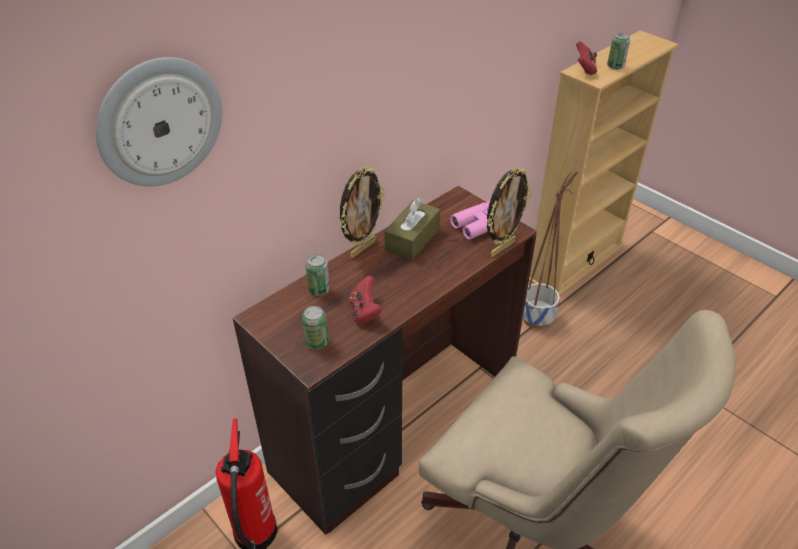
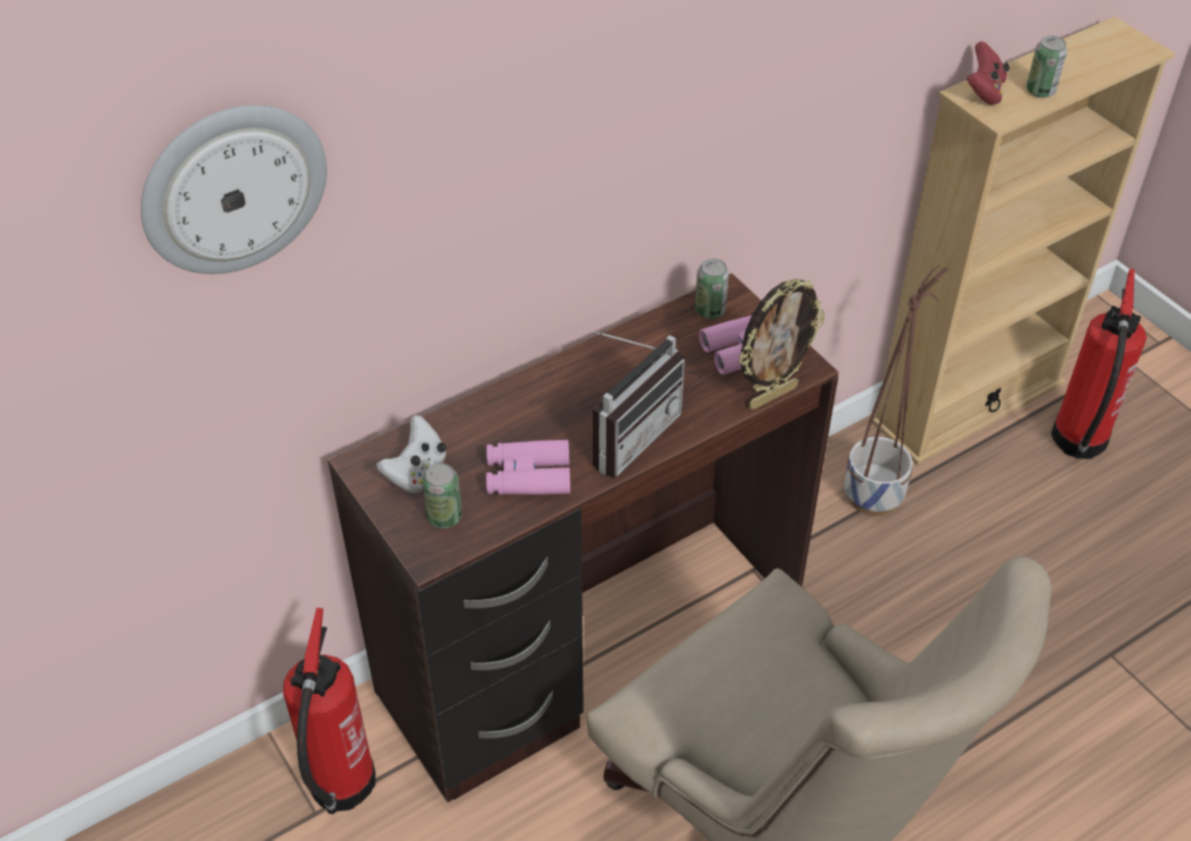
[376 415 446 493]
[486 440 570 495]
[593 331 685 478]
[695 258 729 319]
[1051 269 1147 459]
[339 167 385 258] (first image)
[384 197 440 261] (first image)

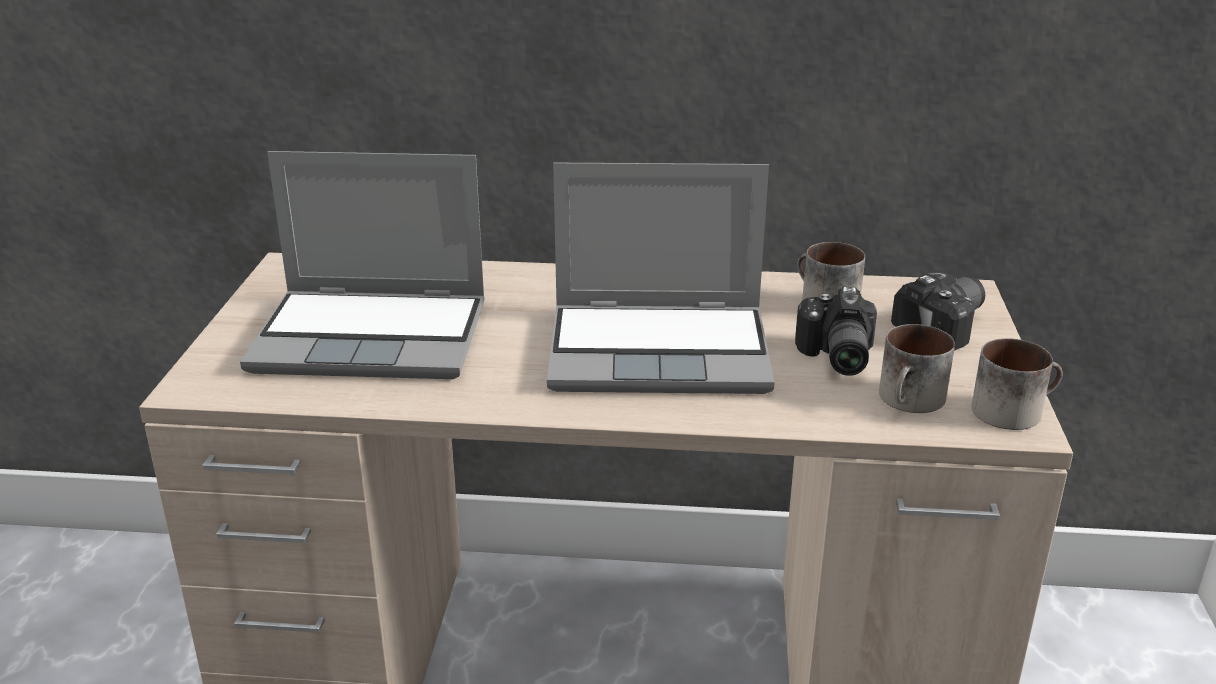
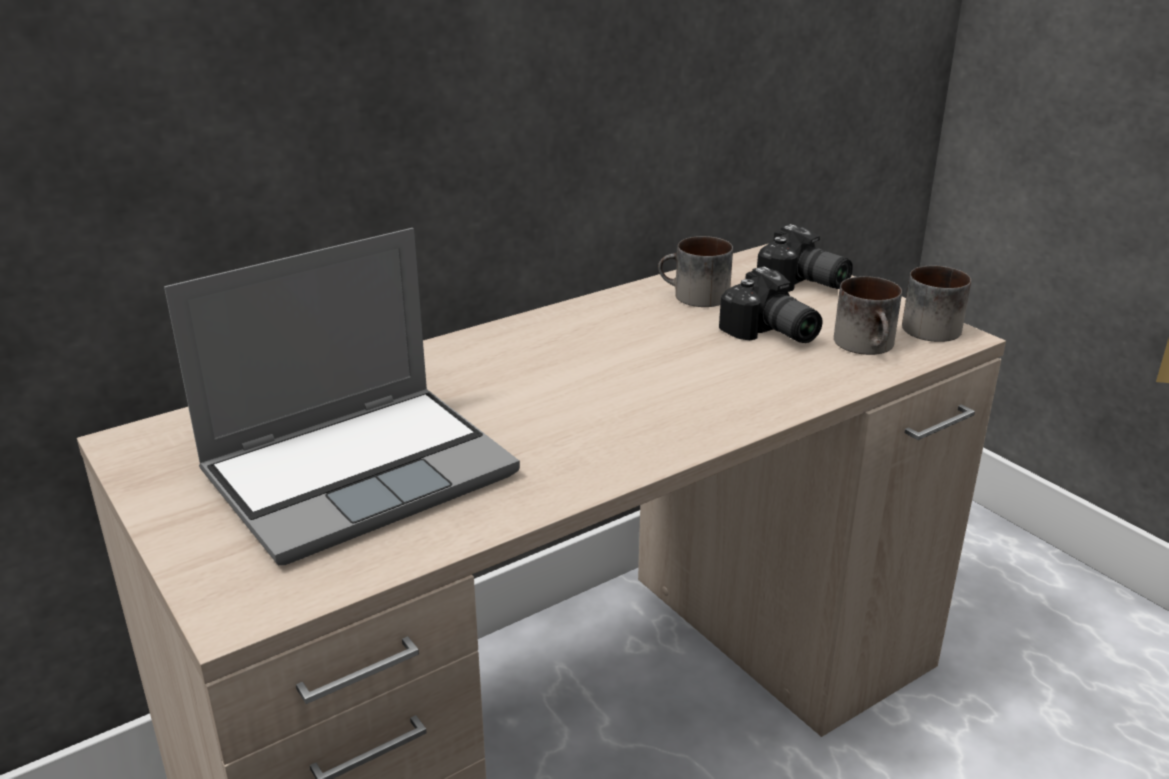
[757 224 853 292]
[547 163 775 394] (first image)

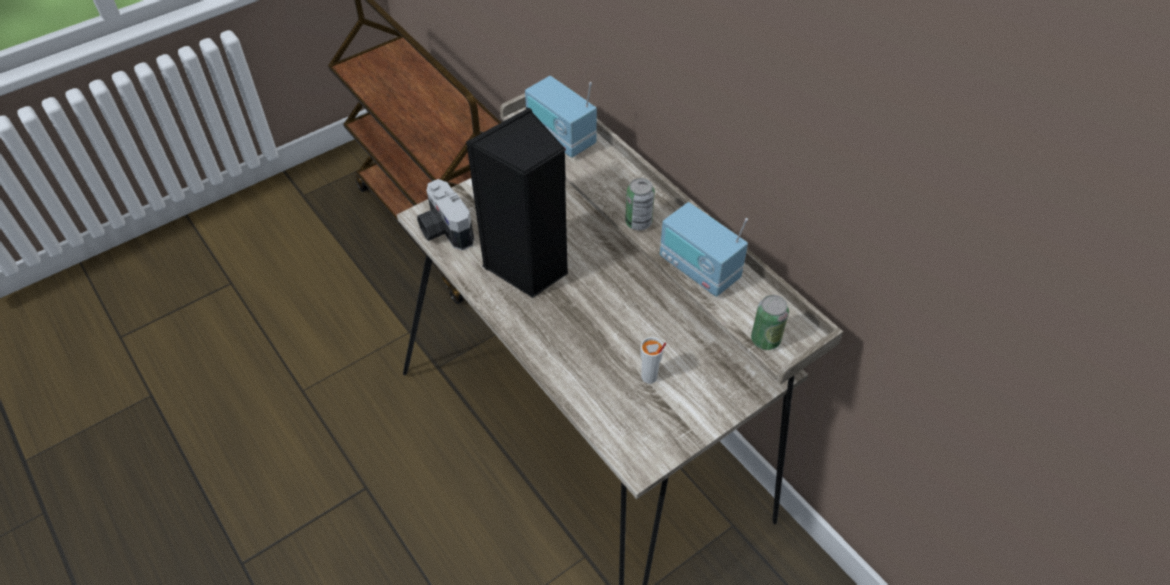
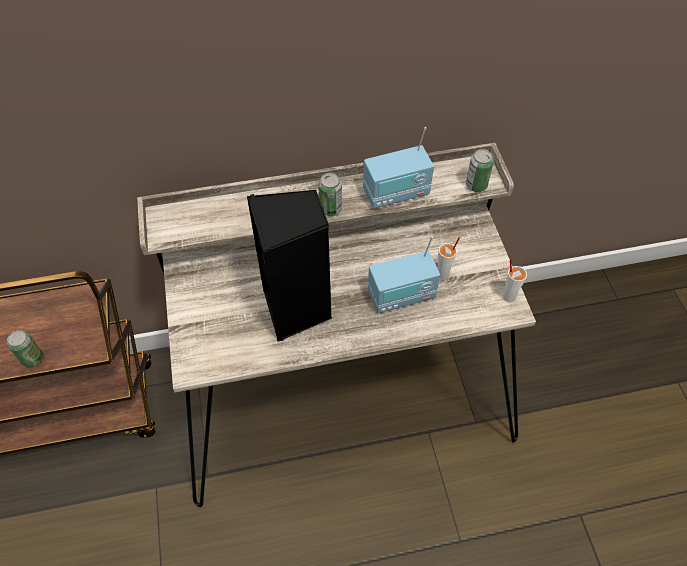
[7 330 43 367]
[368 236 440 313]
[503 259 527 303]
[417 179 474 251] (first image)

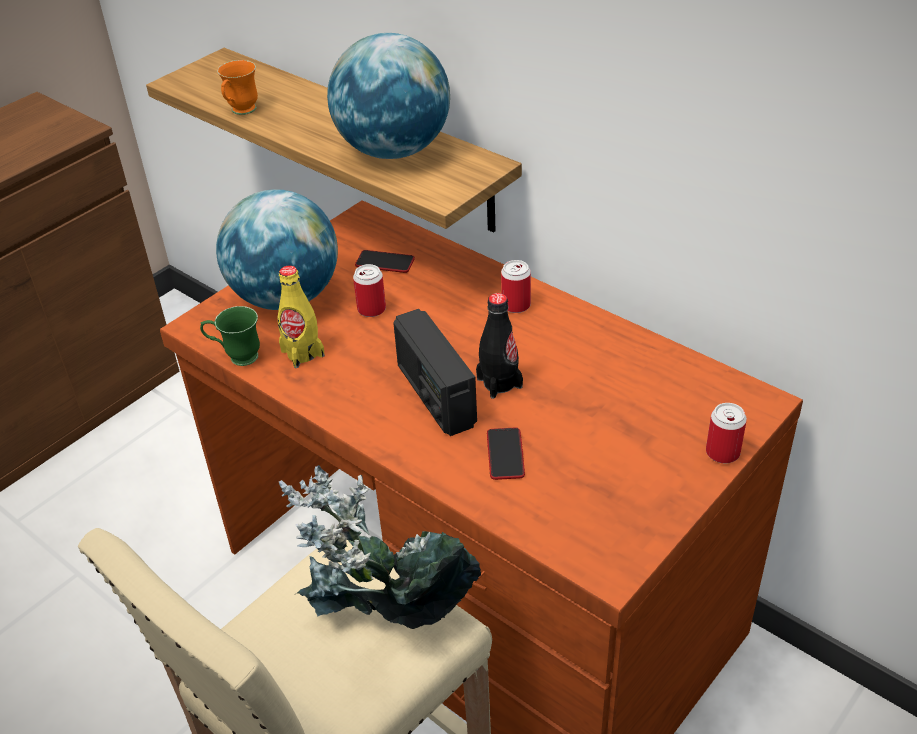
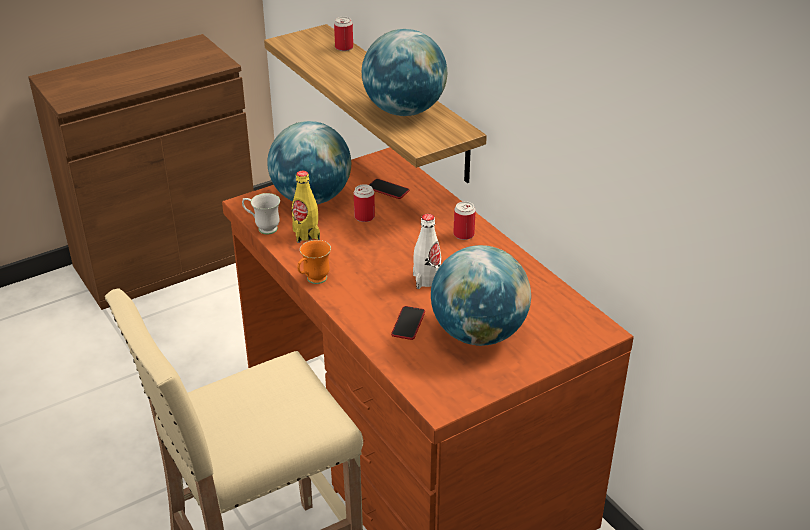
[242 193 280 235]
[297 240 331 284]
[334 17 353 51]
[413 214 441 289]
[431 245 531 346]
[279 465 481 629] (first image)
[393 309 477 436] (first image)

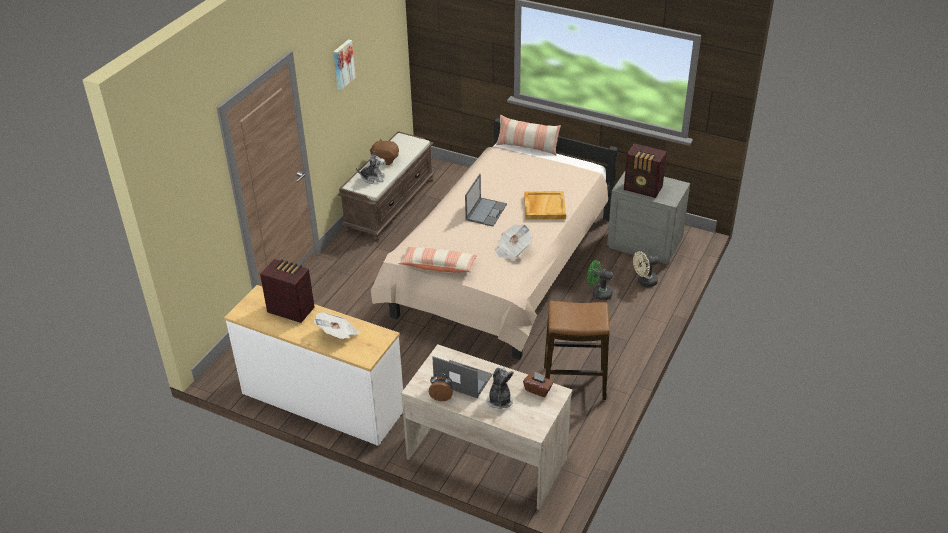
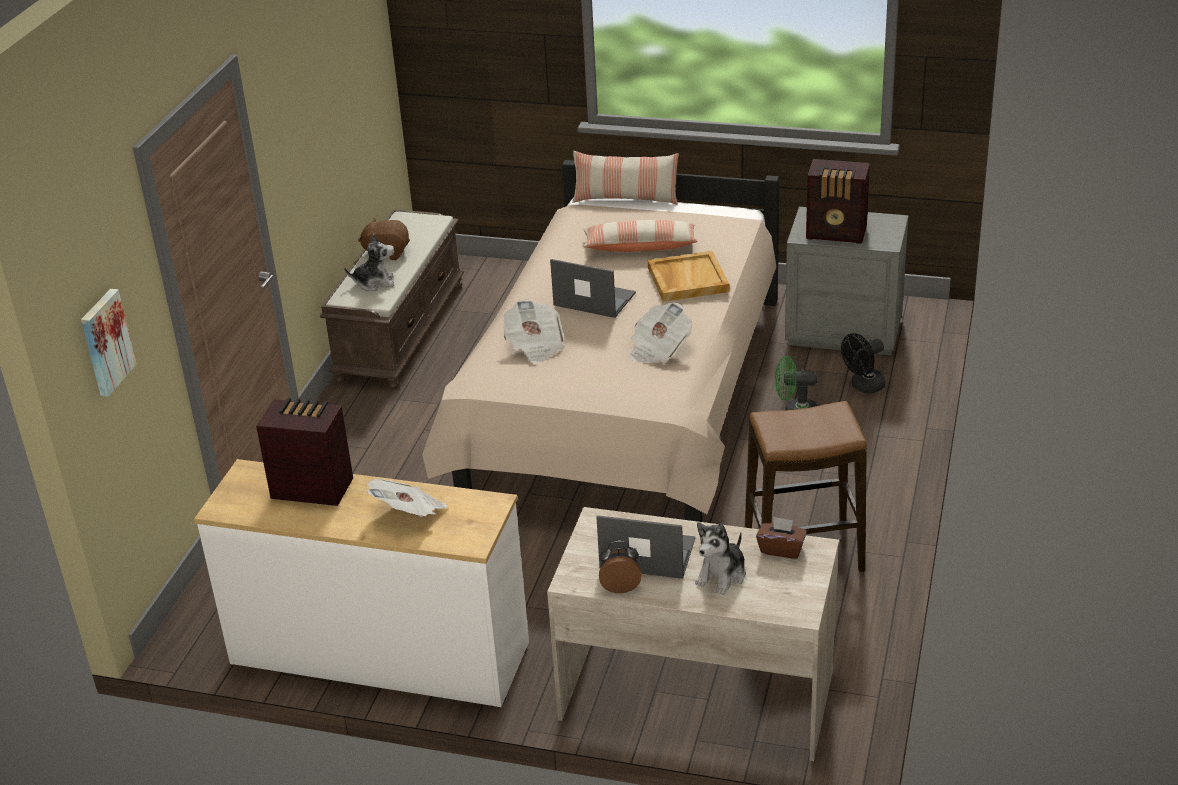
[81 289 137 397]
[503 299 565 364]
[550 259 636 318]
[584 220 698 252]
[695 522 746 595]
[841 333 886 393]

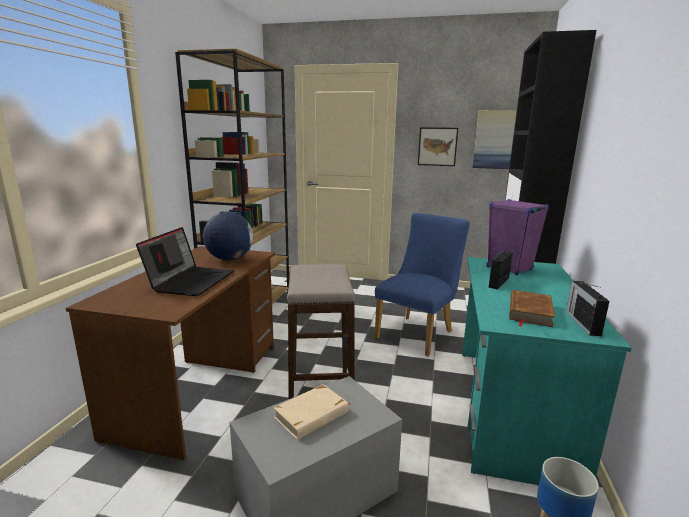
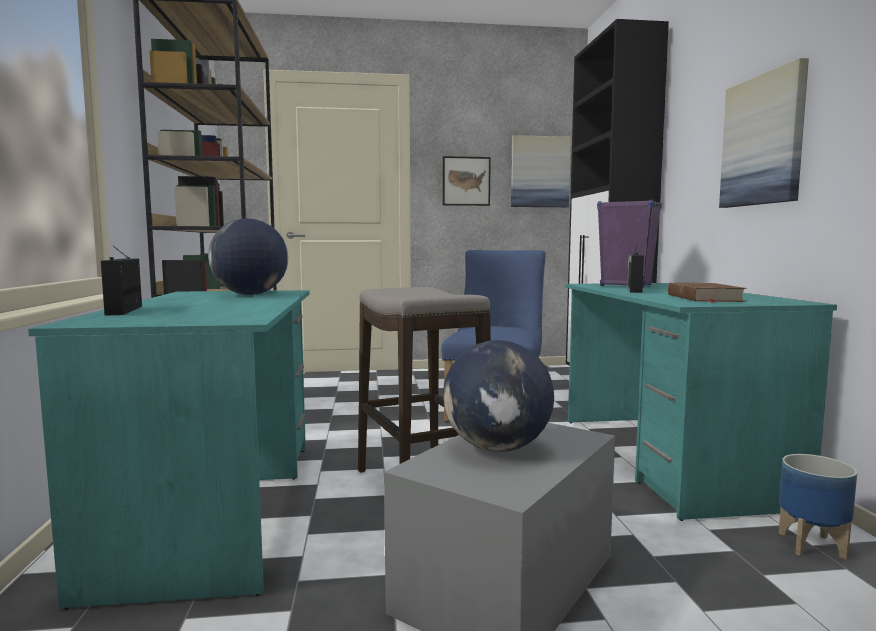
[28 290 309 609]
[101 244 142 316]
[443 340 554 452]
[719 58 809 208]
[136 227 234 296] (first image)

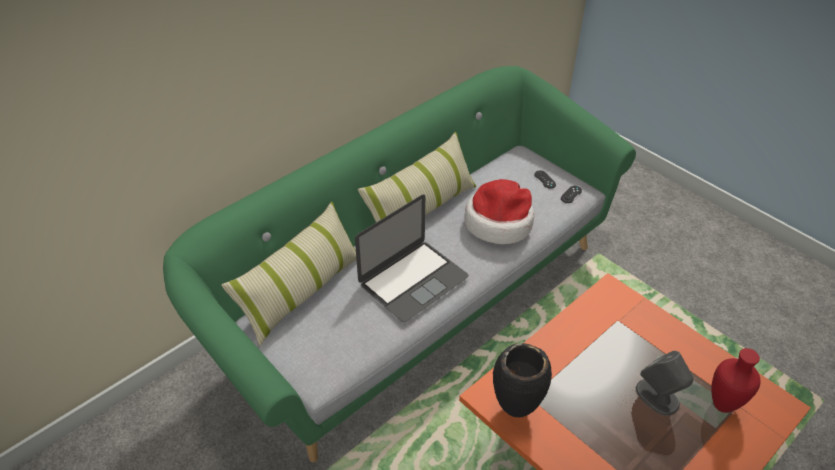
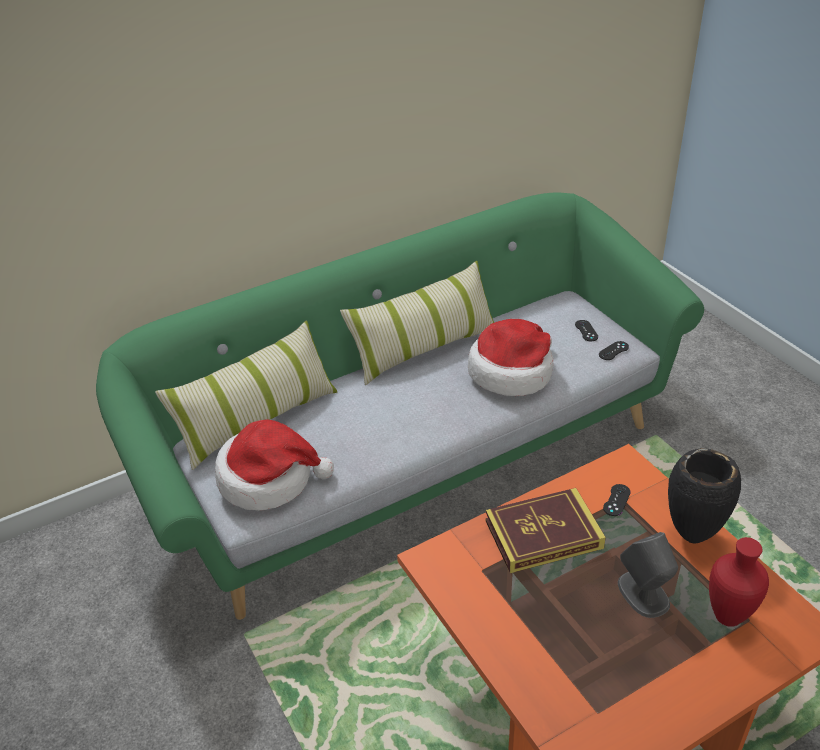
[215 419 334 511]
[486 488 606 573]
[603 484 631 516]
[668 448 741 544]
[355 194 468 322] (first image)

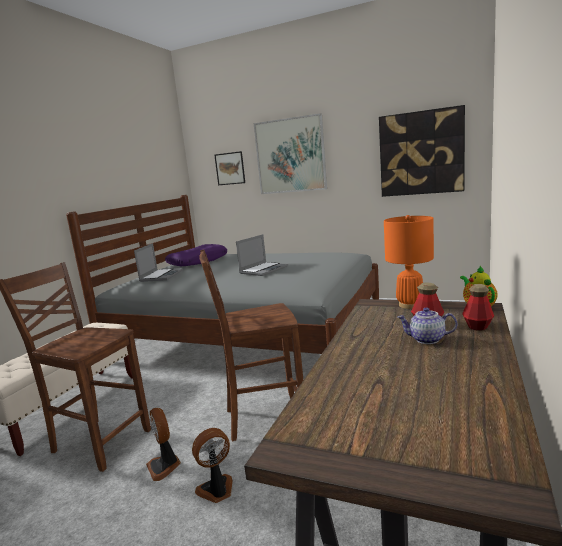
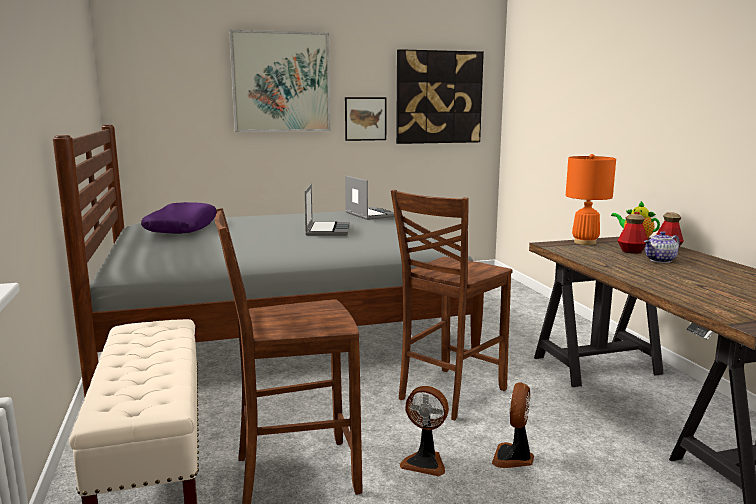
[345 97 386 141]
[345 176 395 220]

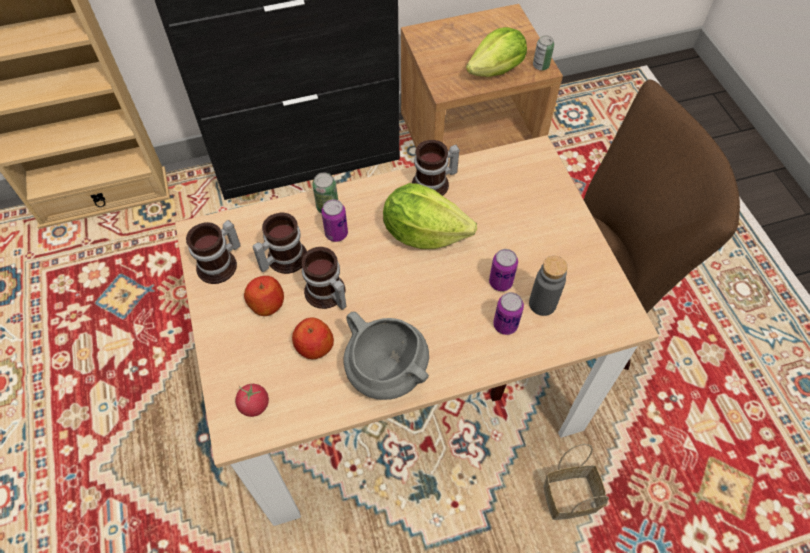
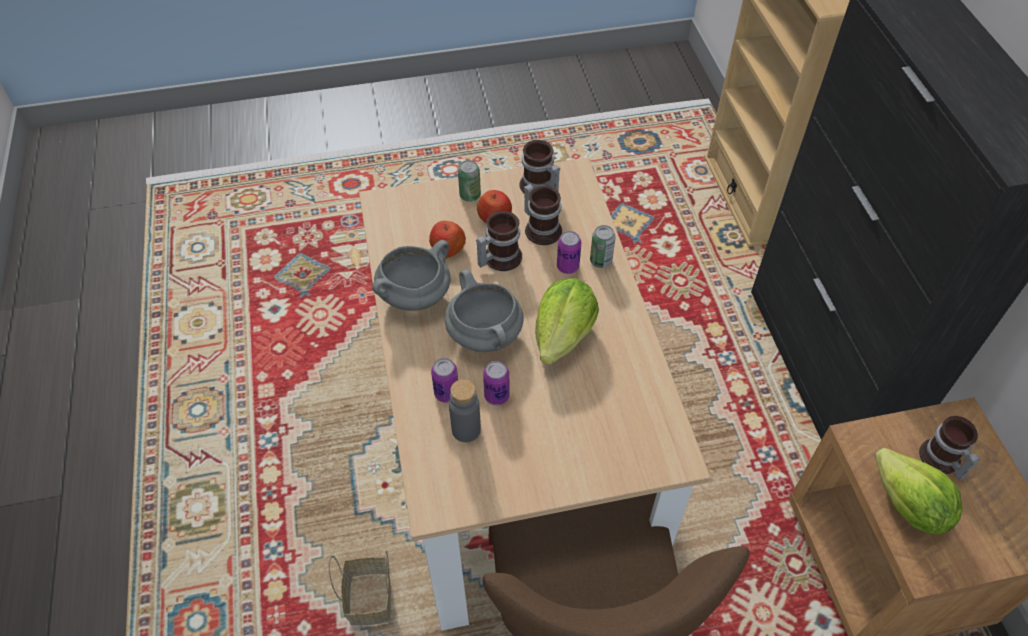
[445 269 524 352]
[458 160 481 202]
[919 416 980 480]
[235 384 269 417] (first image)

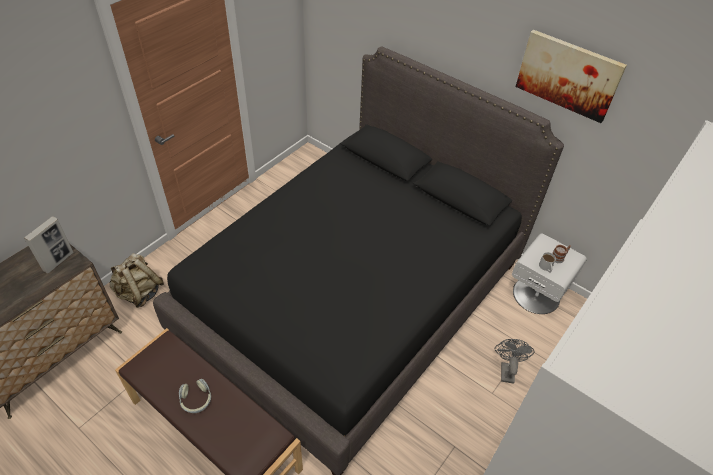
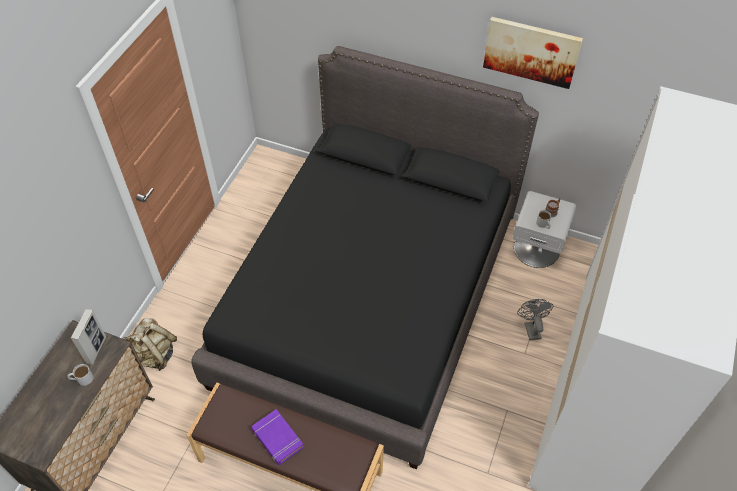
[67 364 94 386]
[252 409 304 465]

